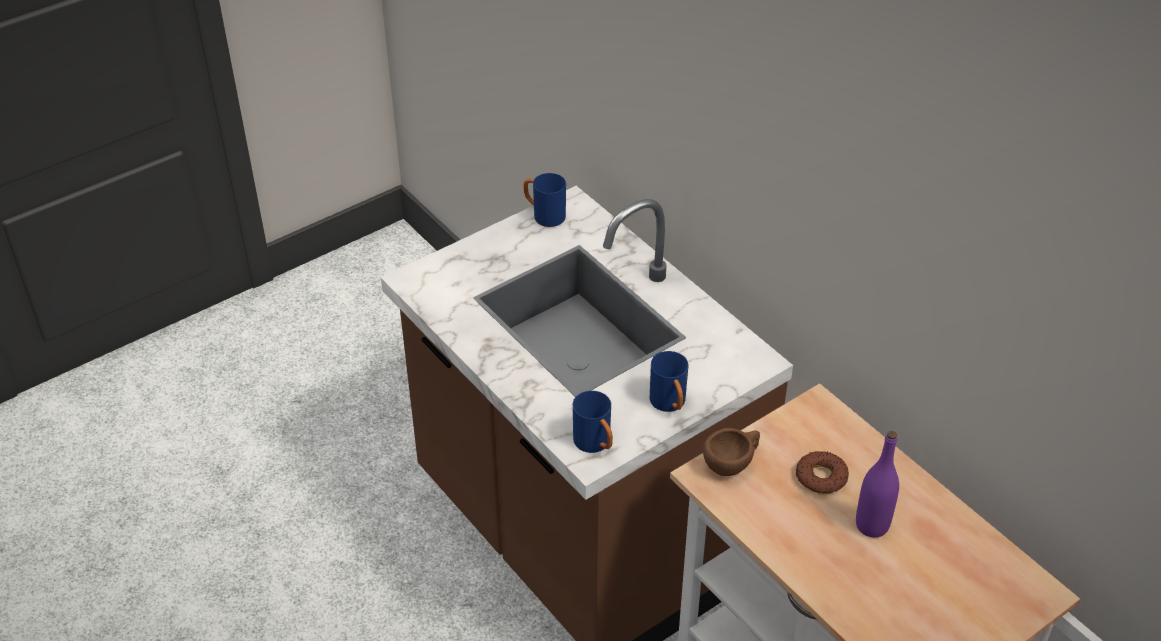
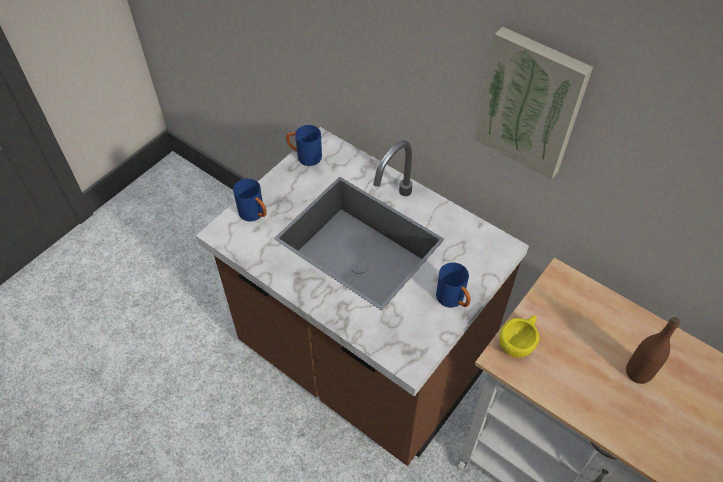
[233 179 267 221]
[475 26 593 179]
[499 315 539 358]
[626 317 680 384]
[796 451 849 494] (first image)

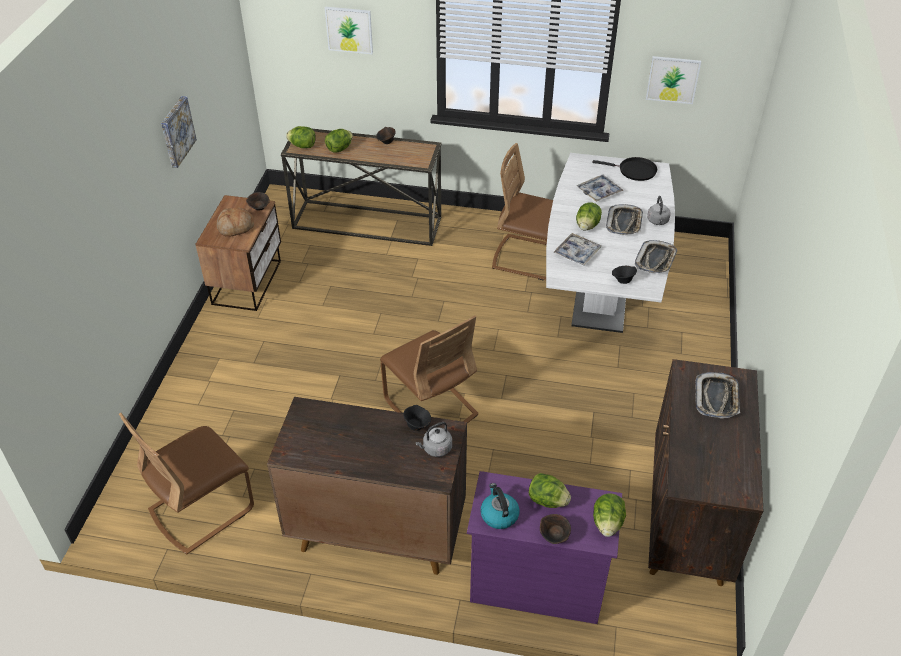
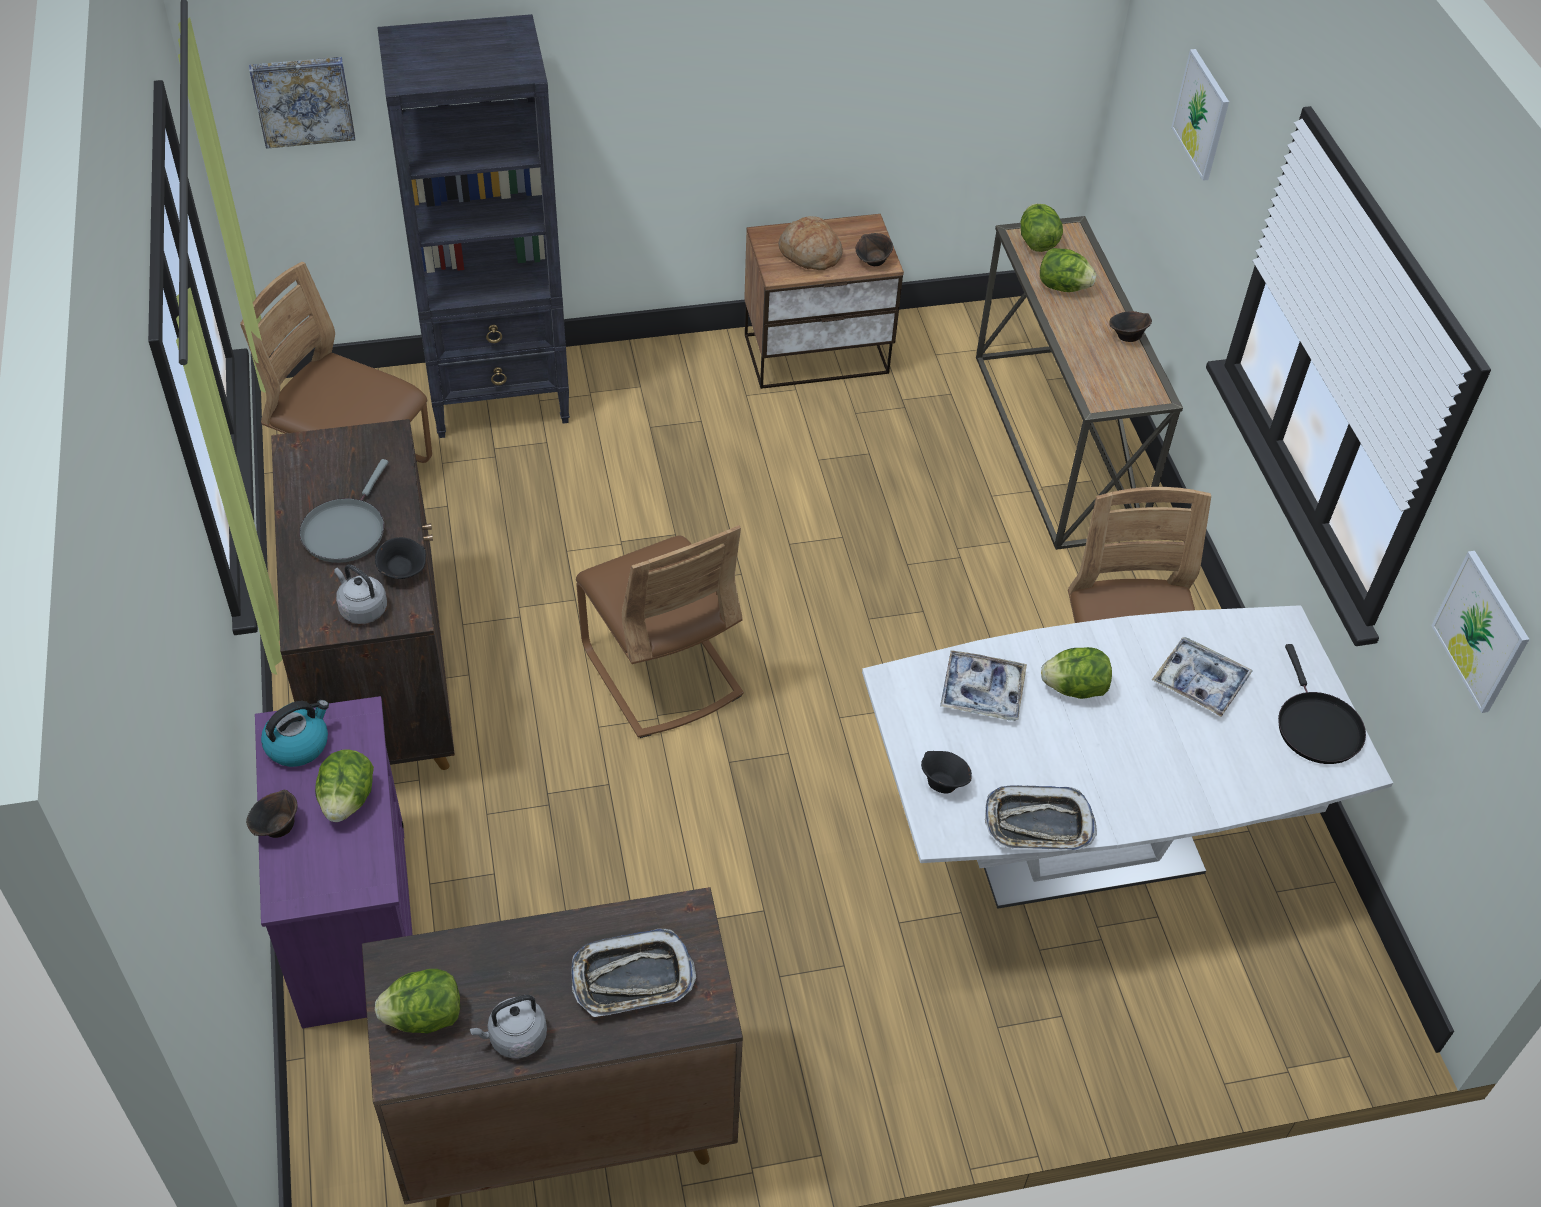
[249 57 355 149]
[299 459 388 563]
[375 969 460 1033]
[377 14 570 438]
[470 995 547 1059]
[576 525 744 738]
[606 204 643 235] (first image)

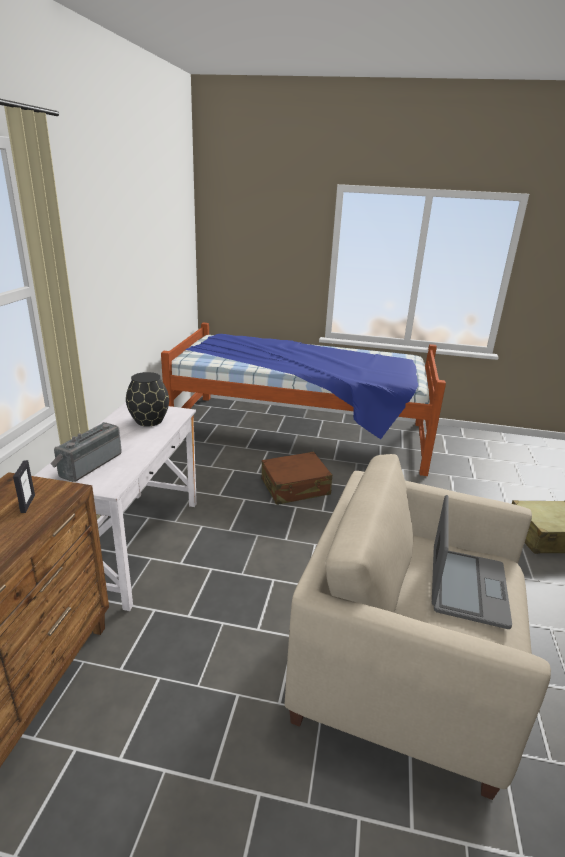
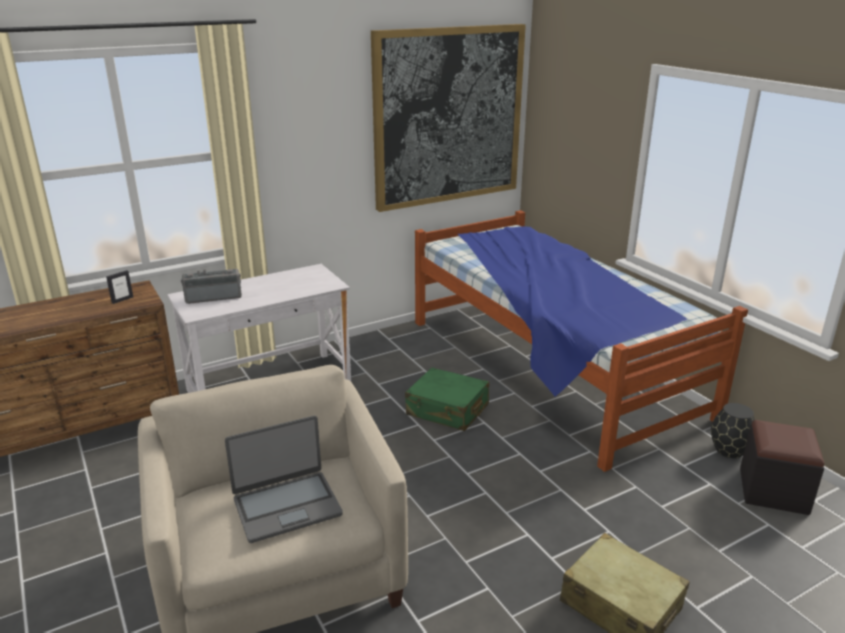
[371 24 526 212]
[405 367 489 431]
[711 403 755 458]
[740 420 824 515]

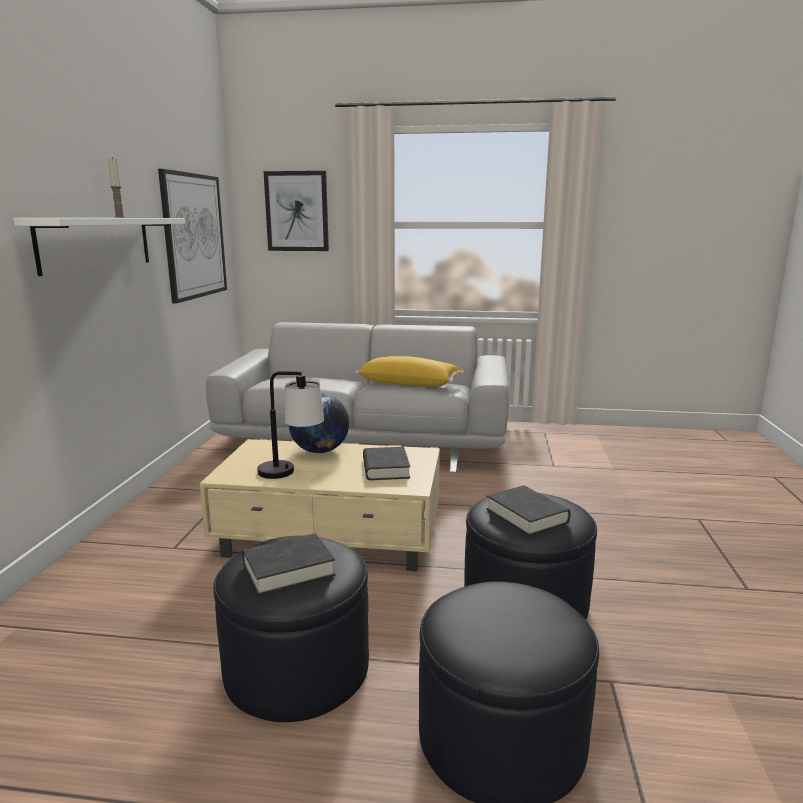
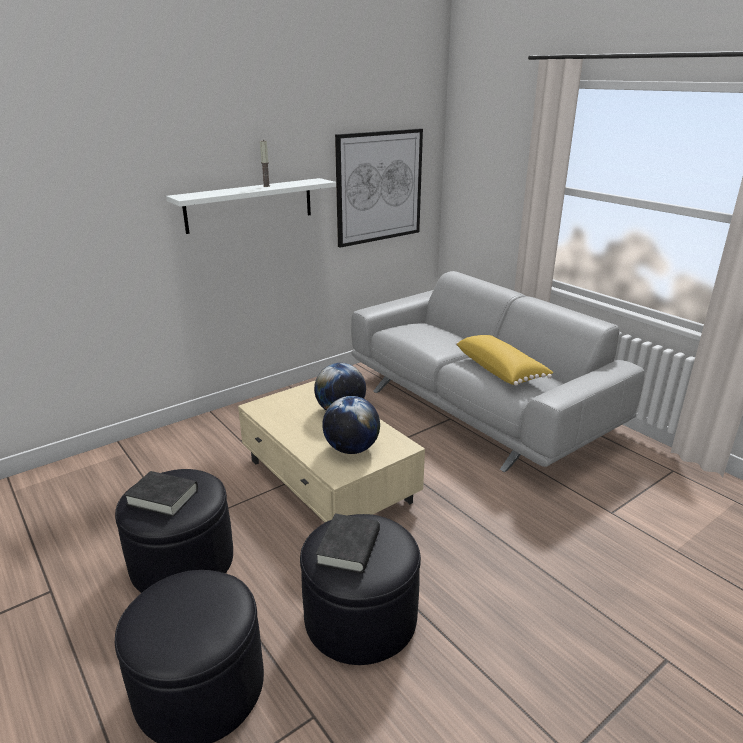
[322 396 380 454]
[257 371 324 479] (first image)
[264 171 329 251] (first image)

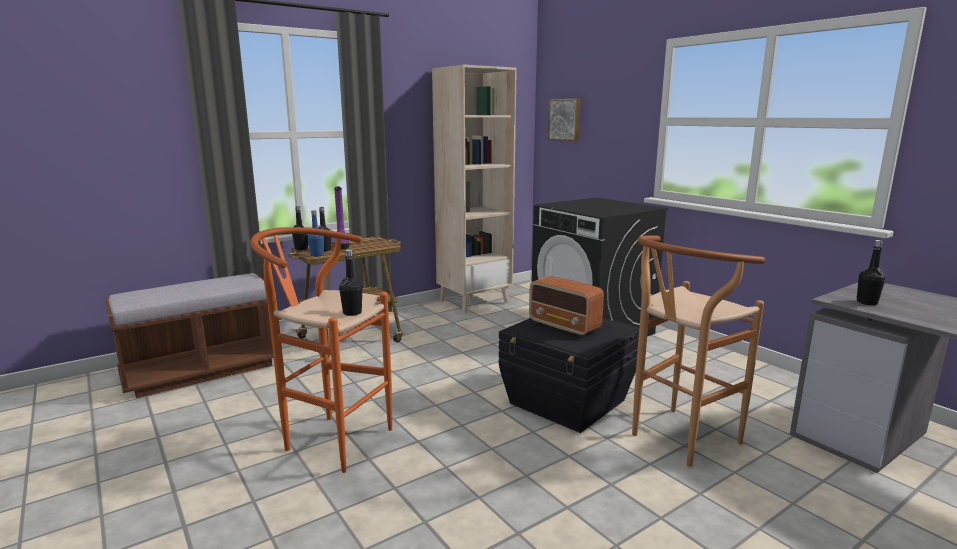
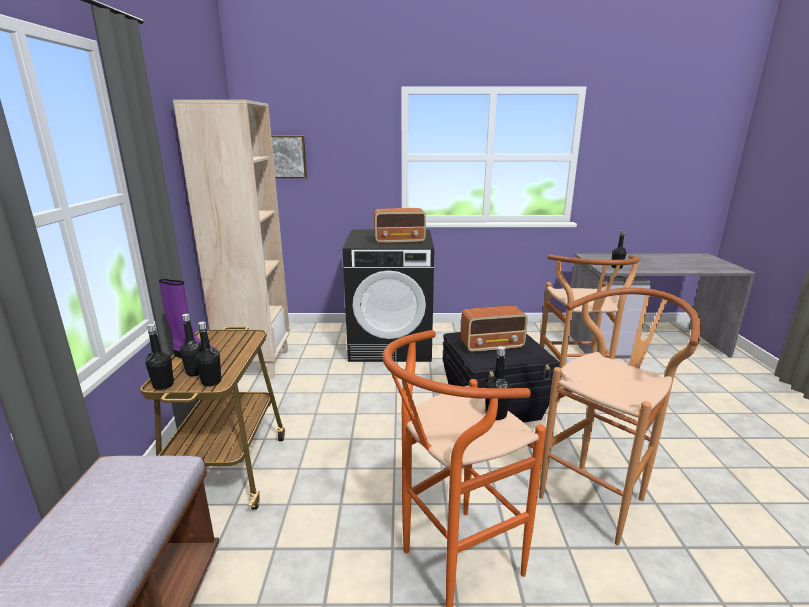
[195 321 221 387]
[374 208 426 244]
[539 288 701 546]

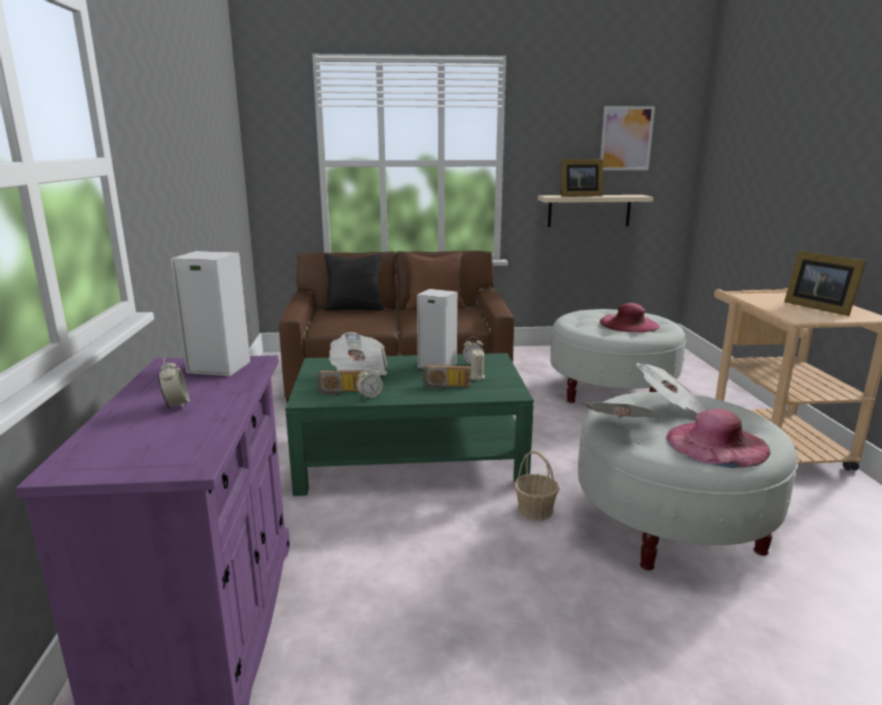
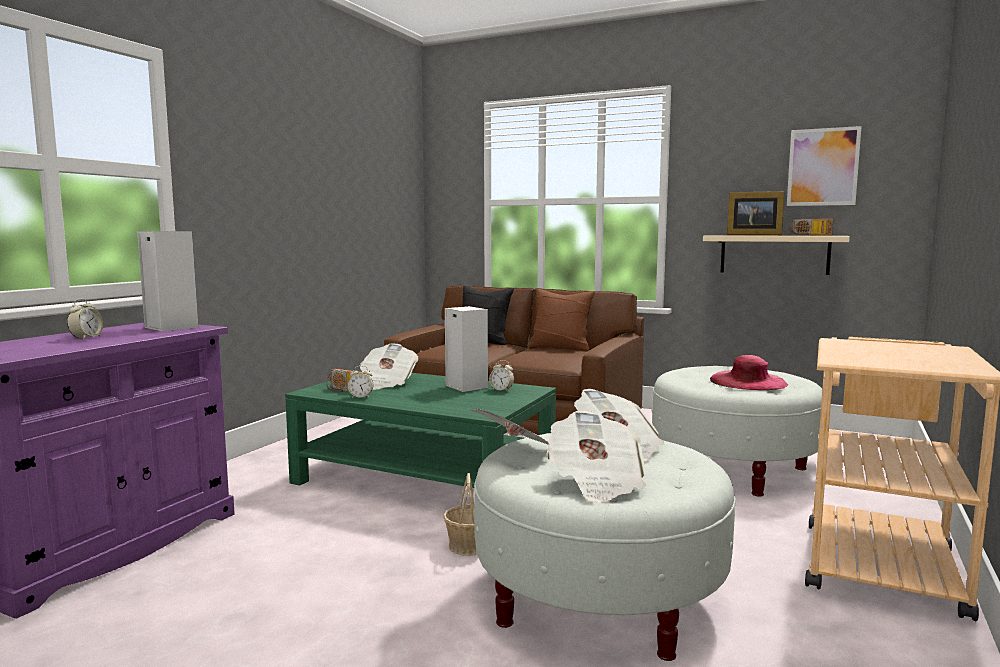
[546 411 646 503]
[790 219 834 236]
[470 350 485 380] (first image)
[784 251 867 316] (first image)

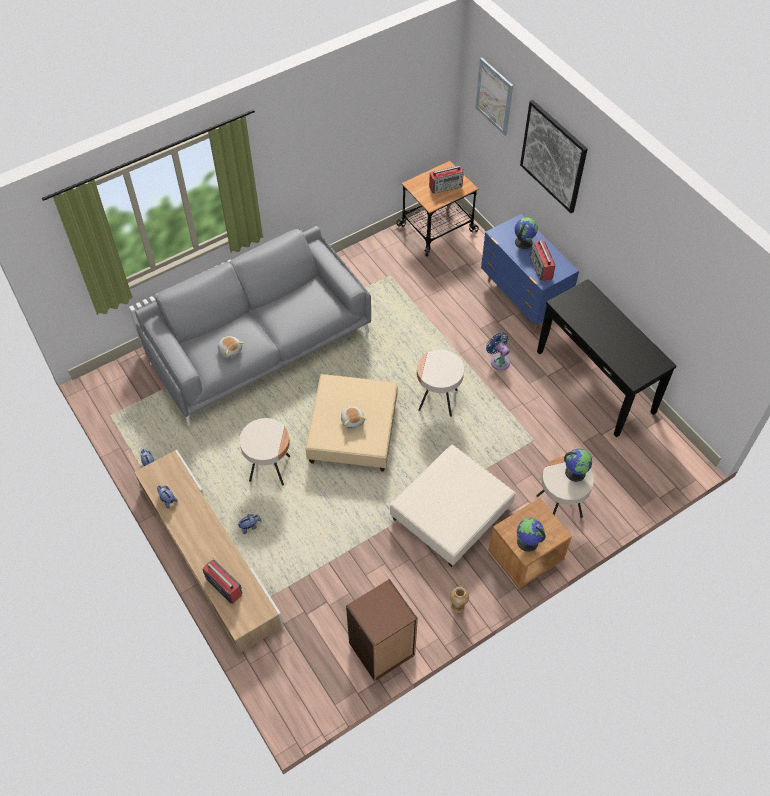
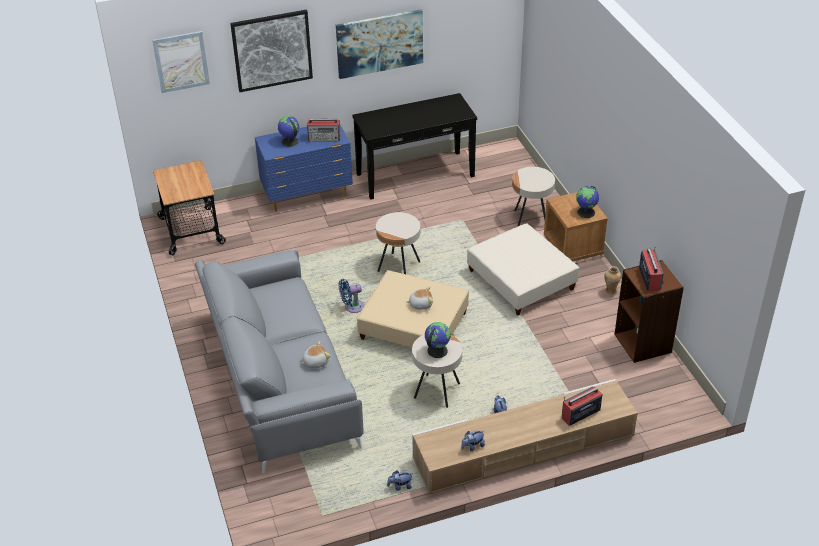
[336 9 423 79]
[339 279 364 313]
[425 322 451 358]
[639 246 664 292]

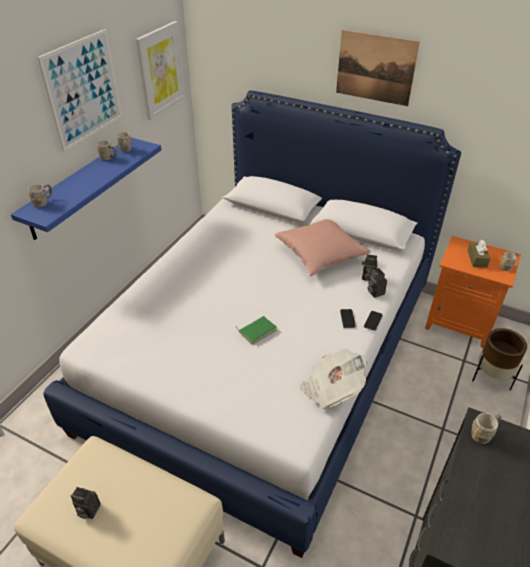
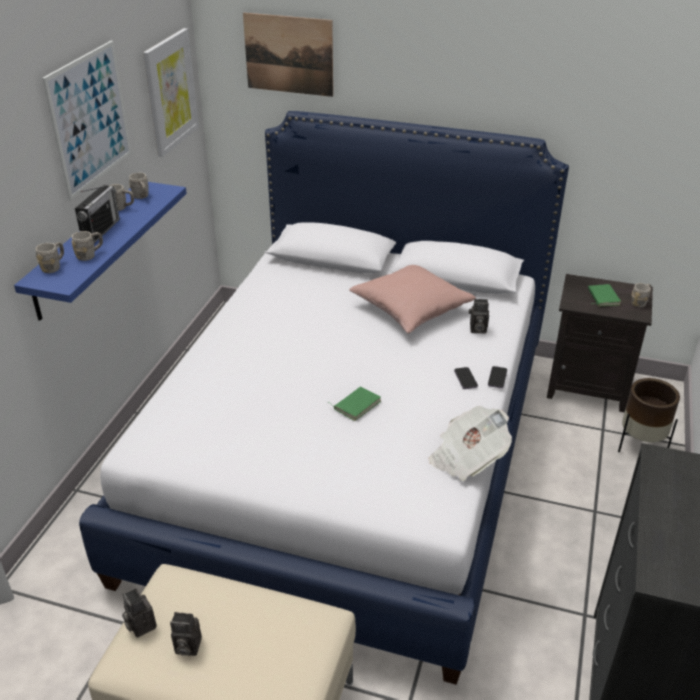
[72 231 103 261]
[75 185 120 243]
[122 588 157 637]
[243 13 333 97]
[547 274 653 412]
[588 284 621 306]

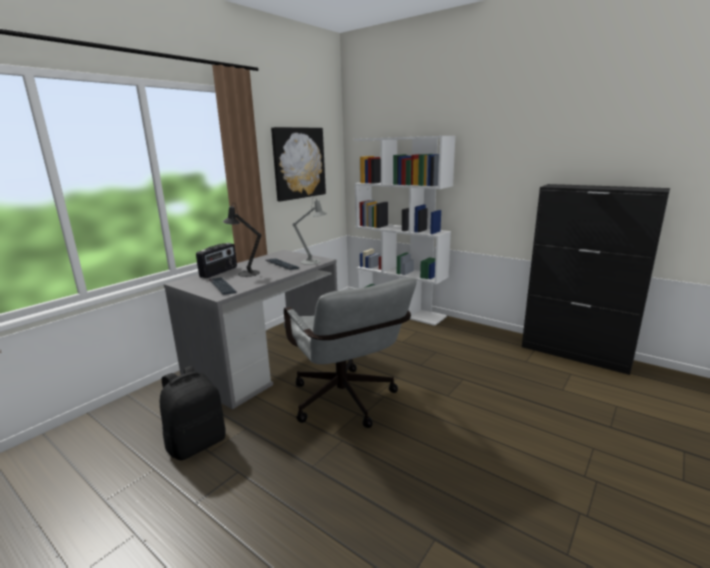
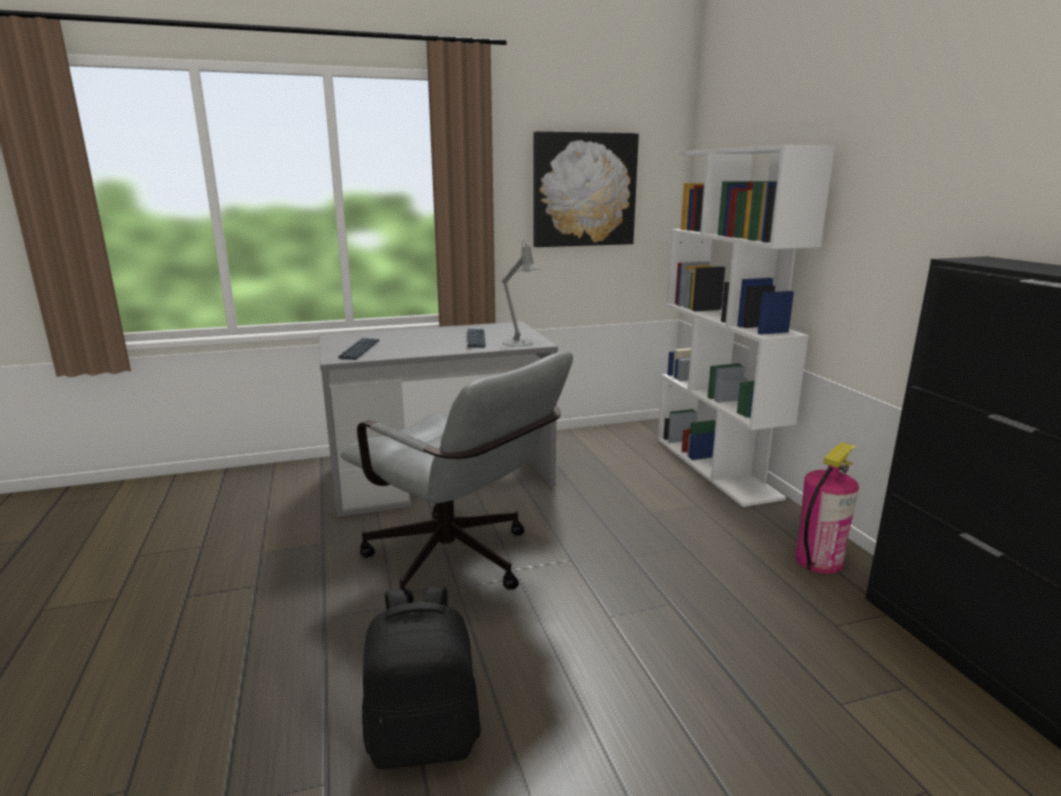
[340 352 573 603]
[362 586 481 769]
[795 442 859 574]
[196 243 237 278] (first image)
[223 203 262 277] (first image)

